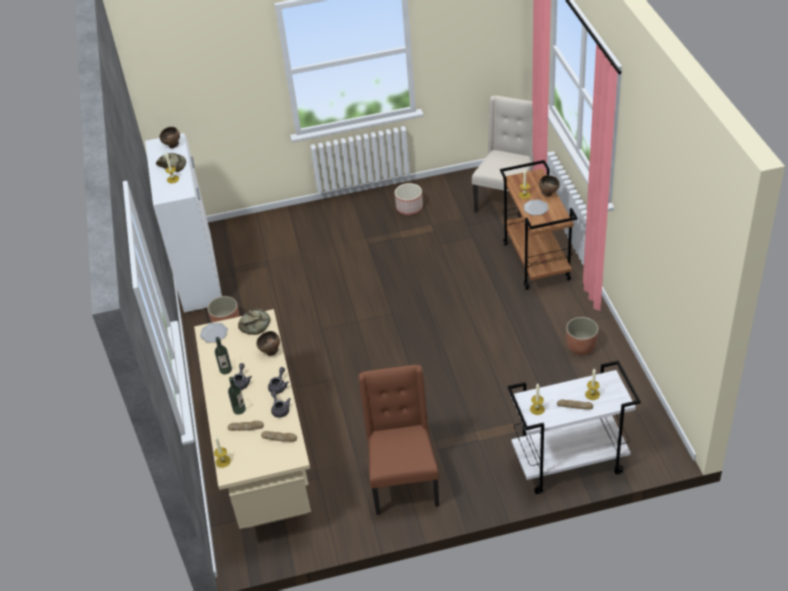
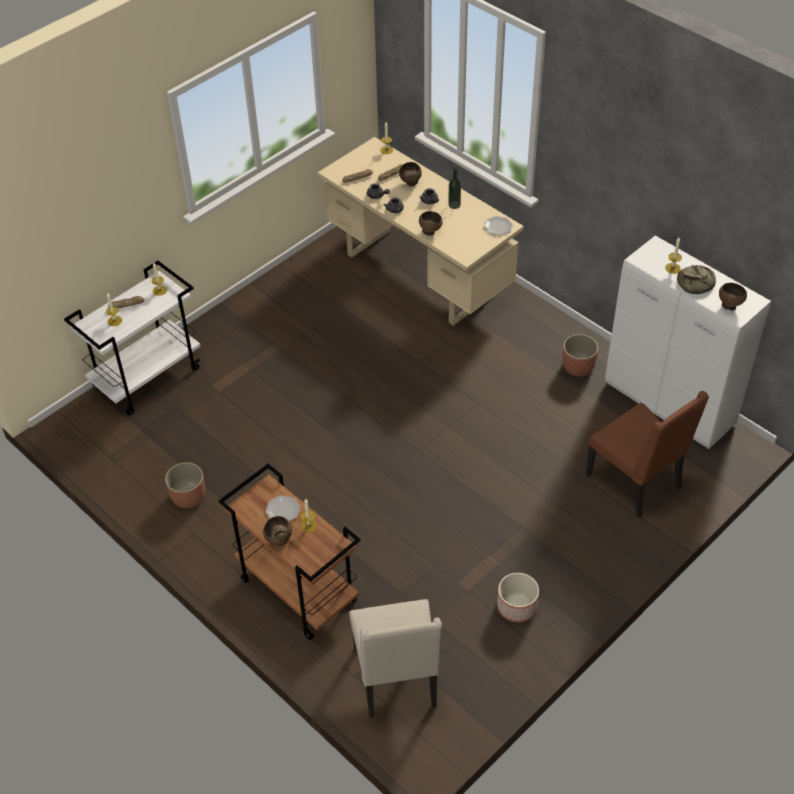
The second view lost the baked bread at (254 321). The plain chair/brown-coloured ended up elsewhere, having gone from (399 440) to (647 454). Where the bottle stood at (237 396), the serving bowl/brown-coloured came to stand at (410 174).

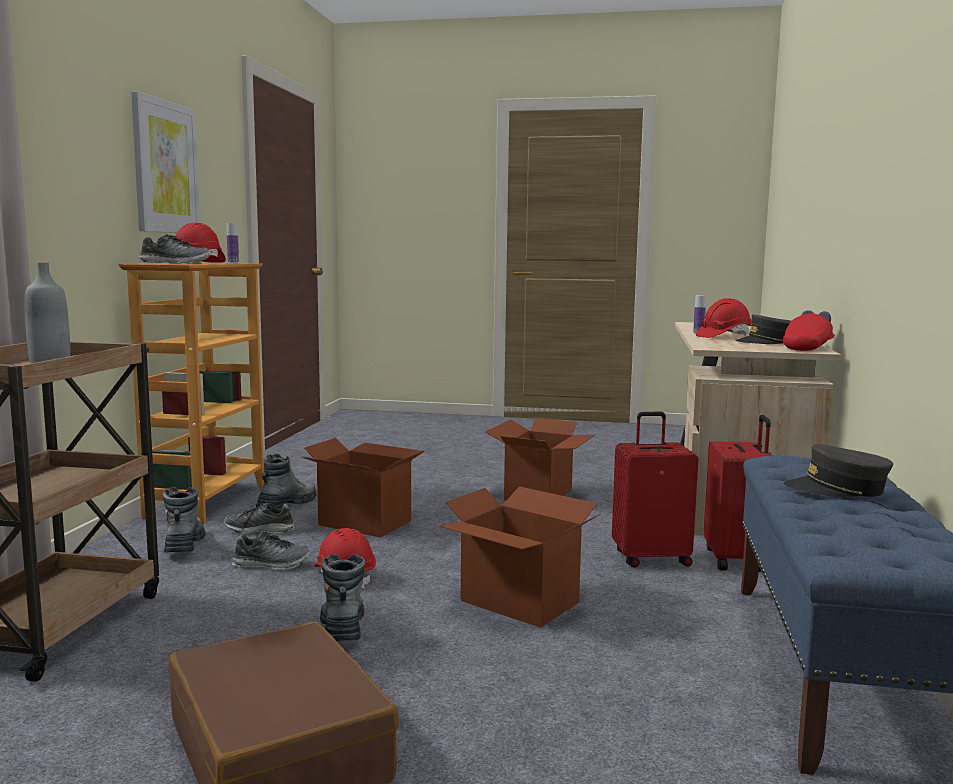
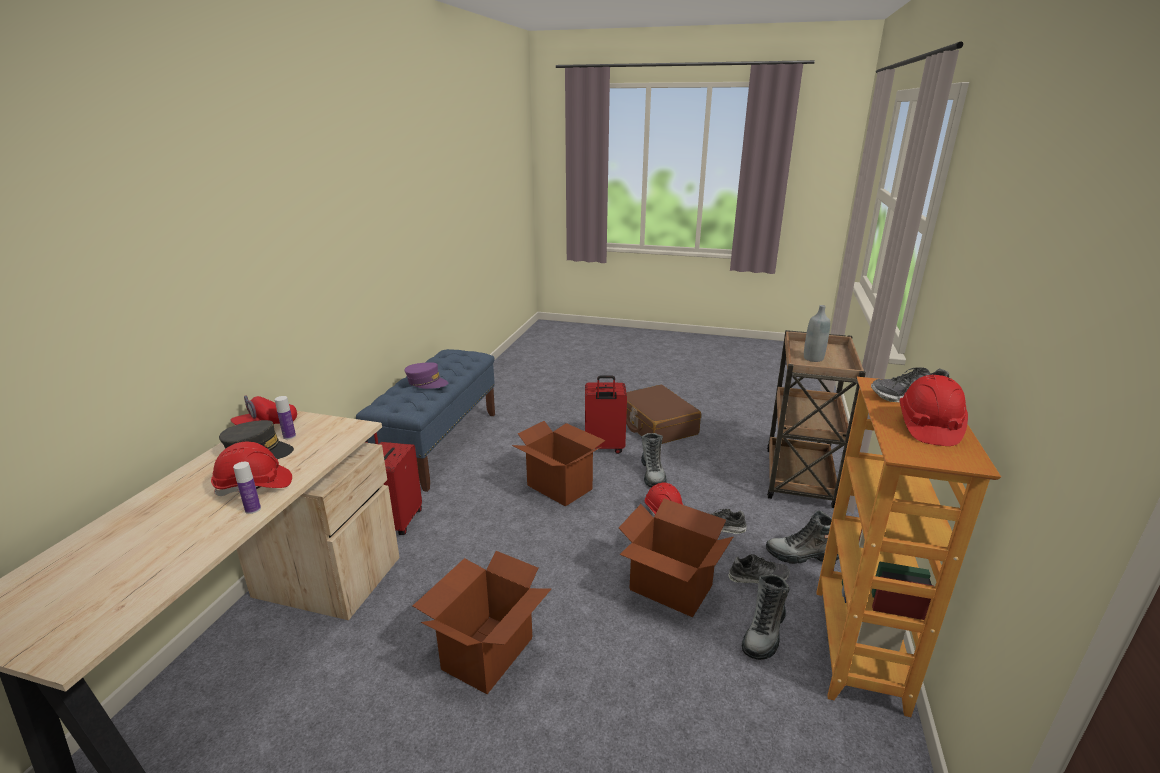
The second view lost the wall art at (165 162). The bottle ended up elsewhere, having gone from (233 243) to (285 417). The piece of luggage/reddish ended up elsewhere, having gone from (655 489) to (606 414). What was the peaked cap/grey at (838 470) turned into the peaked cap/purplish at (426 375). The tall boot at (184 520) ended up facing another way, 105 degrees clockwise from before.

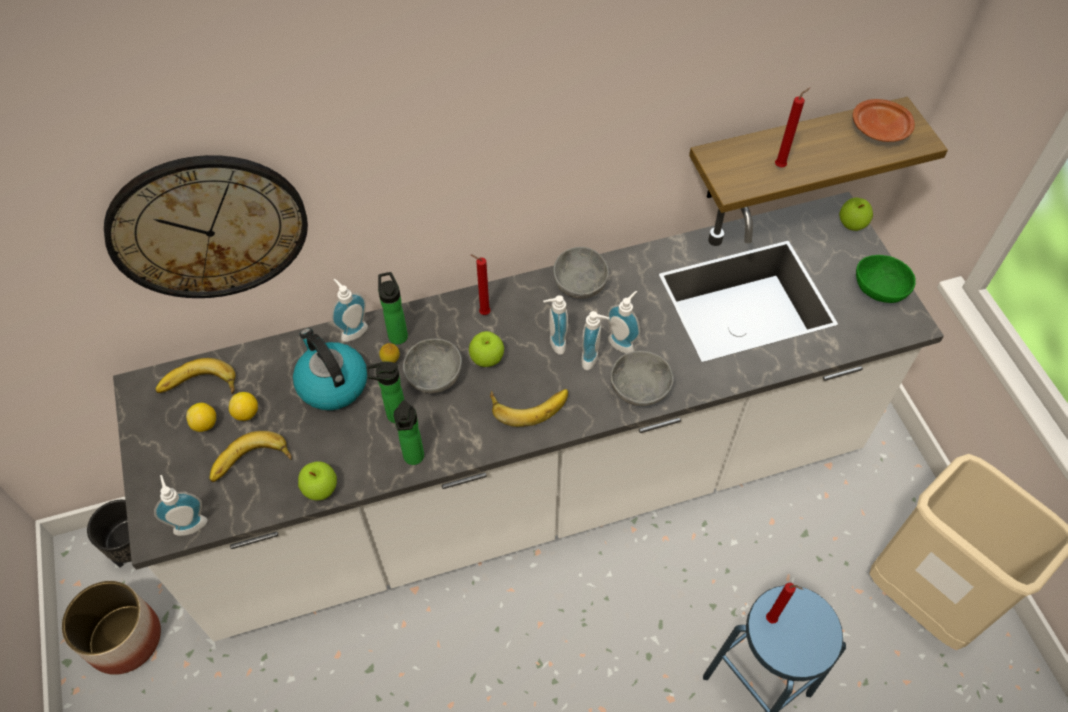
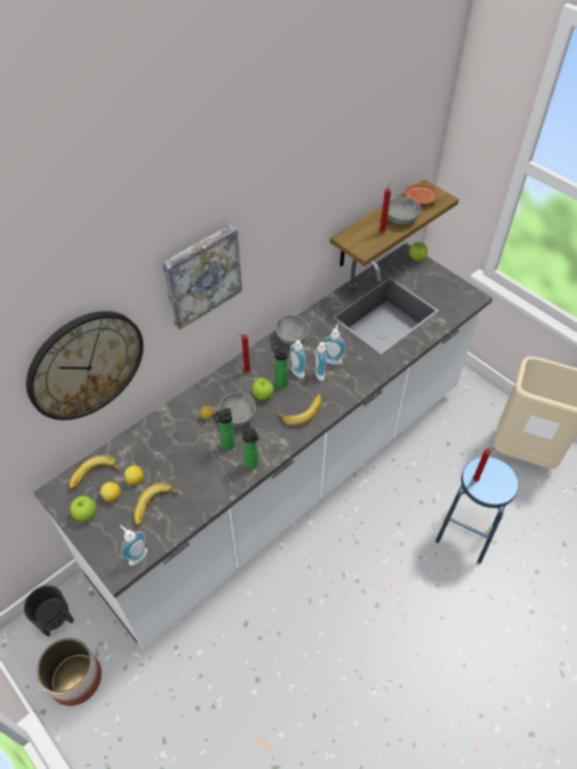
The second view lost the water kettle at (330 369). The second view lost the soap bottle at (350 310). The second view lost the serving bowl/green at (886 279). The second view gained the wall art at (202 277). The apple ended up elsewhere, having gone from (317 480) to (83 508). The bottle ended up elsewhere, having gone from (393 308) to (279 365). The serving bowl/grey ended up elsewhere, having gone from (642 378) to (404 210).

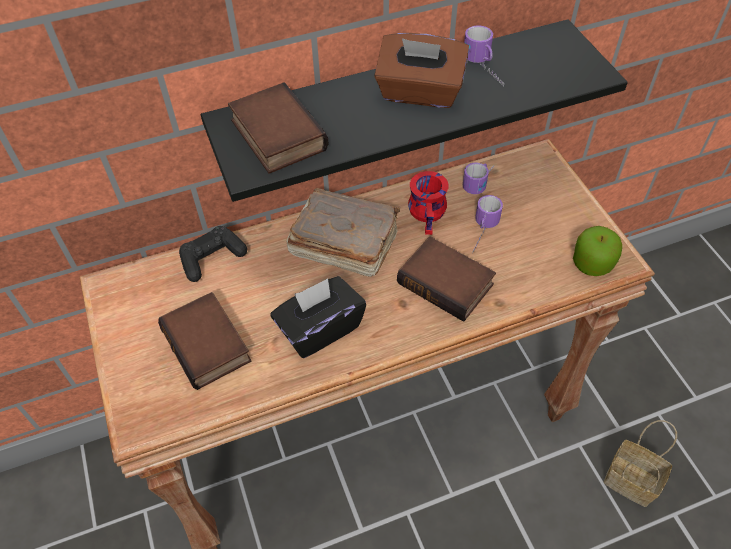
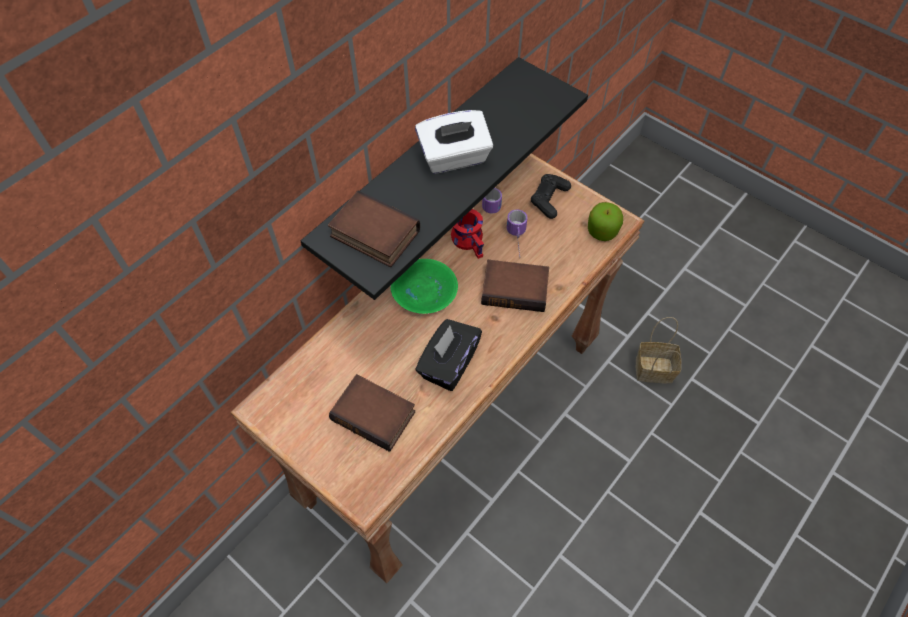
The second view lost the mug at (484 56). The gamepad/black ended up elsewhere, having gone from (213 254) to (551 196). Where the volume/brown-coloured stood at (343 232), the serving bowl/green came to stand at (424 286). What was the tissue holder/brown-coloured at (421 70) turned into the tissue holder/whitish at (454 142).

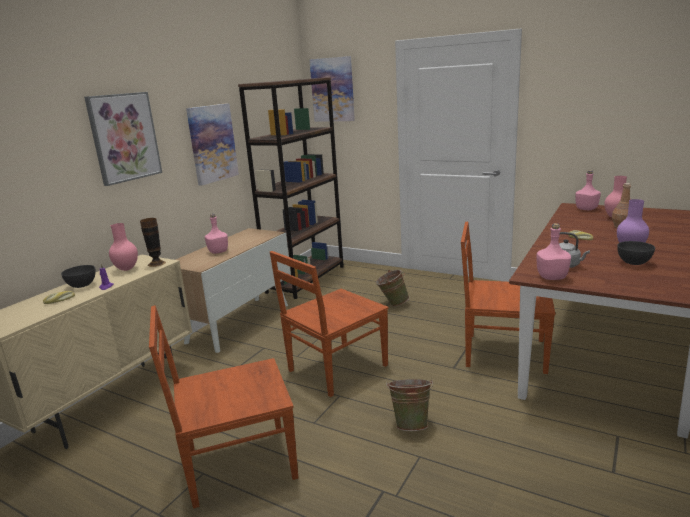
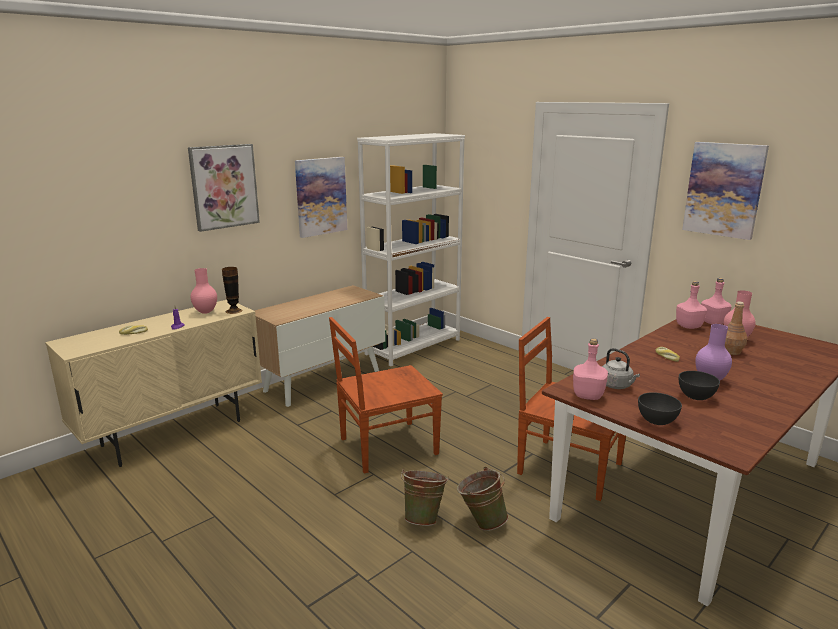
The second view lost the plain chair/brown-coloured at (223 407). The serving bowl/grey ended up elsewhere, having gone from (78 276) to (660 408). The bottle/pinkish ended up elsewhere, having gone from (216 234) to (691 305). The wall art ended up elsewhere, having gone from (332 89) to (725 191). The bucket/green ended up elsewhere, having gone from (392 288) to (483 499). What was the bookcase/brown-coloured at (291 188) turned into the bookcase/whitish at (411 249).

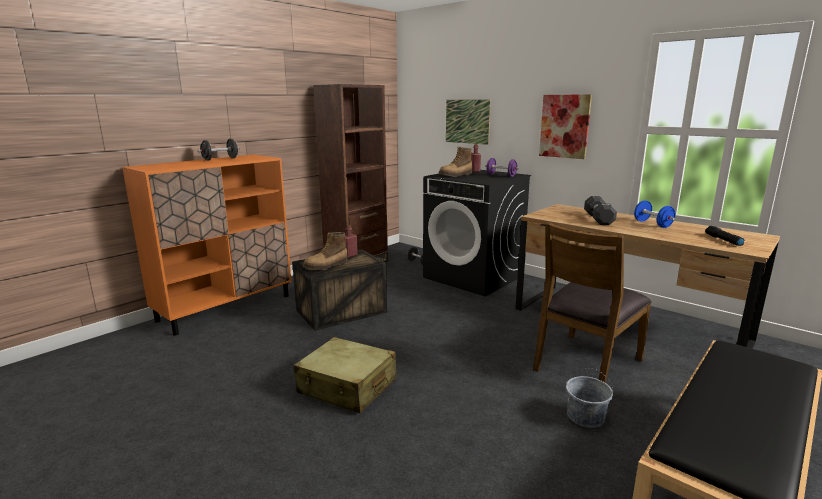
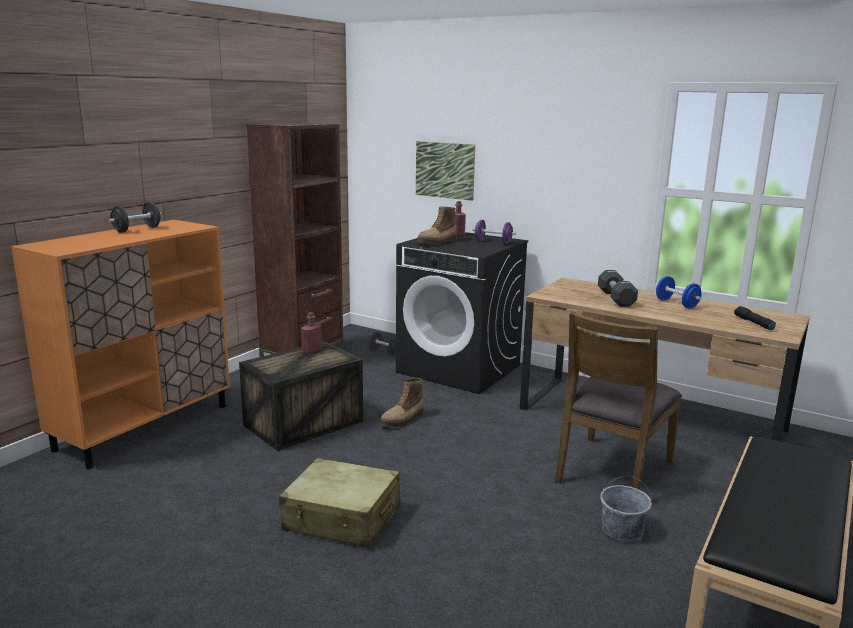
The second view lost the wall art at (565 126). The tall boot ended up elsewhere, having gone from (325 251) to (401 402).

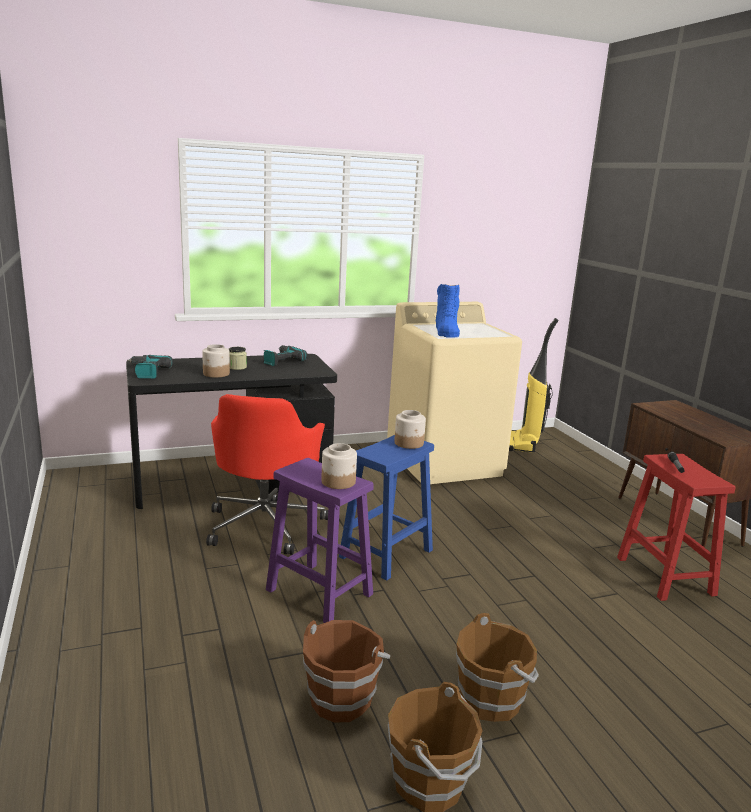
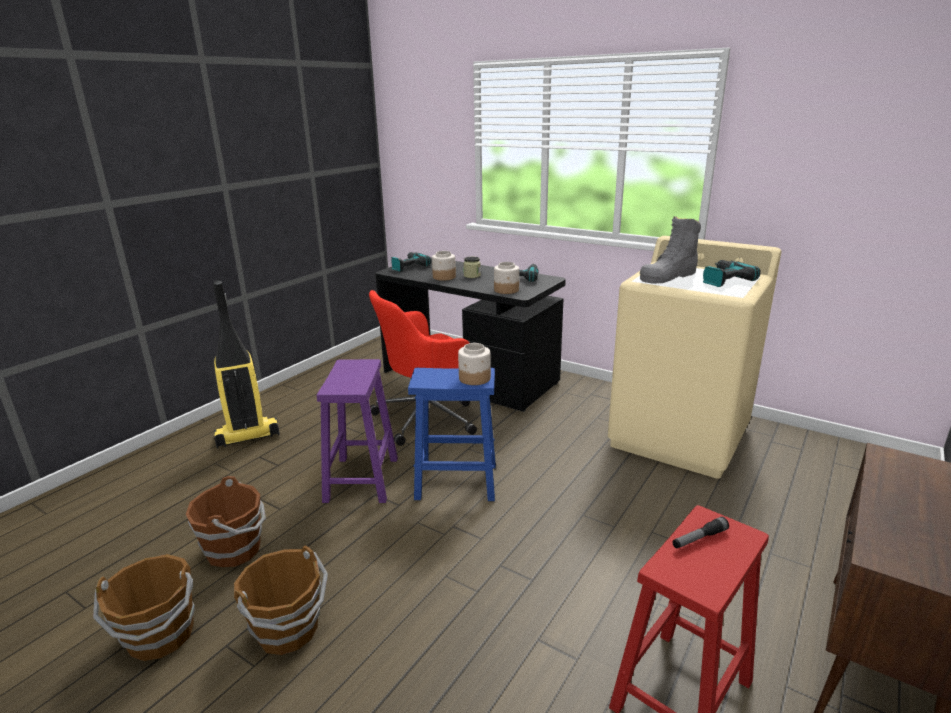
The second view gained the power drill at (732 273). The jar ended up elsewhere, having gone from (339 466) to (506 278). The hoover ended up elsewhere, having gone from (534 385) to (247 364). What was the tall boot/blue-coloured at (447 311) turned into the tall boot/grey at (670 250).

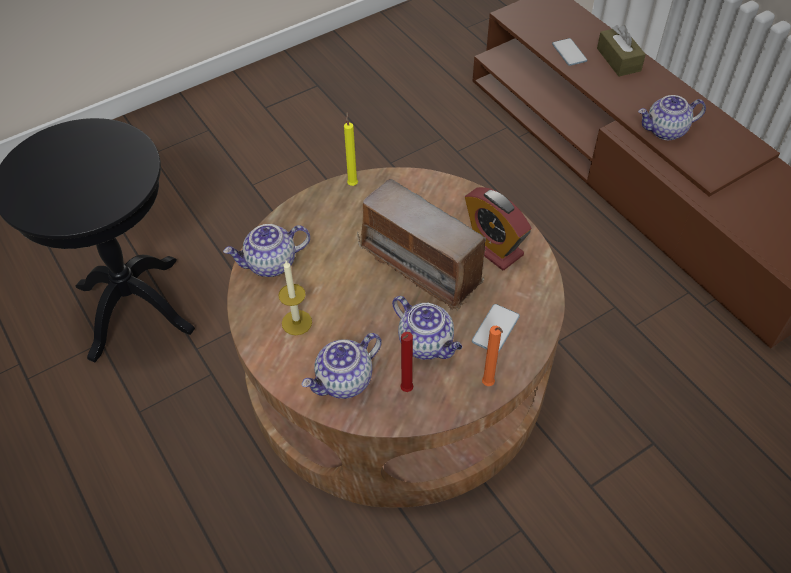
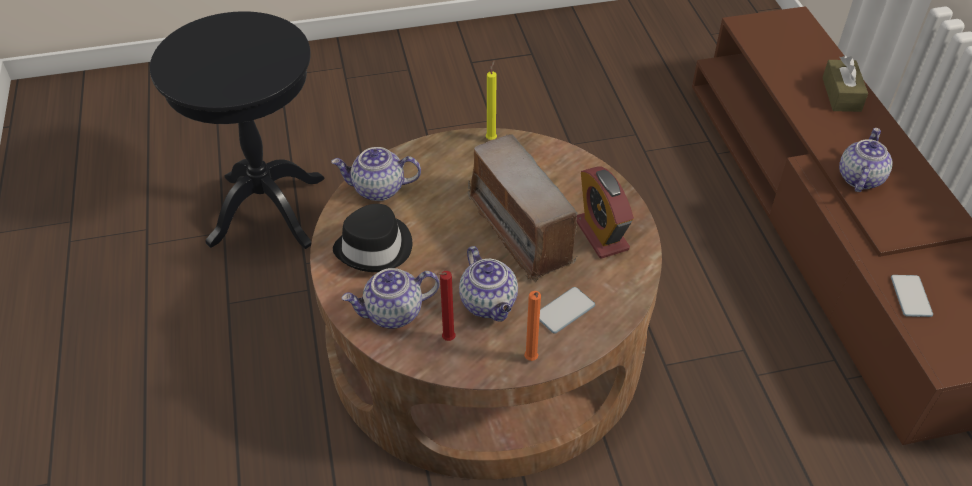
The phone ended up elsewhere, having gone from (569 52) to (912 296). Where the candle stood at (295 298), the wearable hat/black came to stand at (372 238). The pot for tea at (672 117) ended up facing another way, 105 degrees clockwise from before.

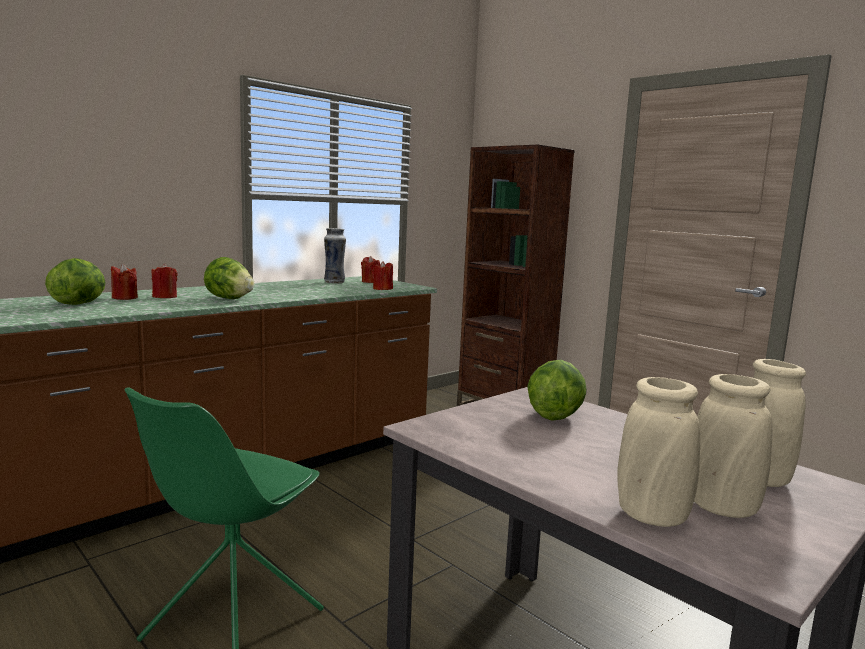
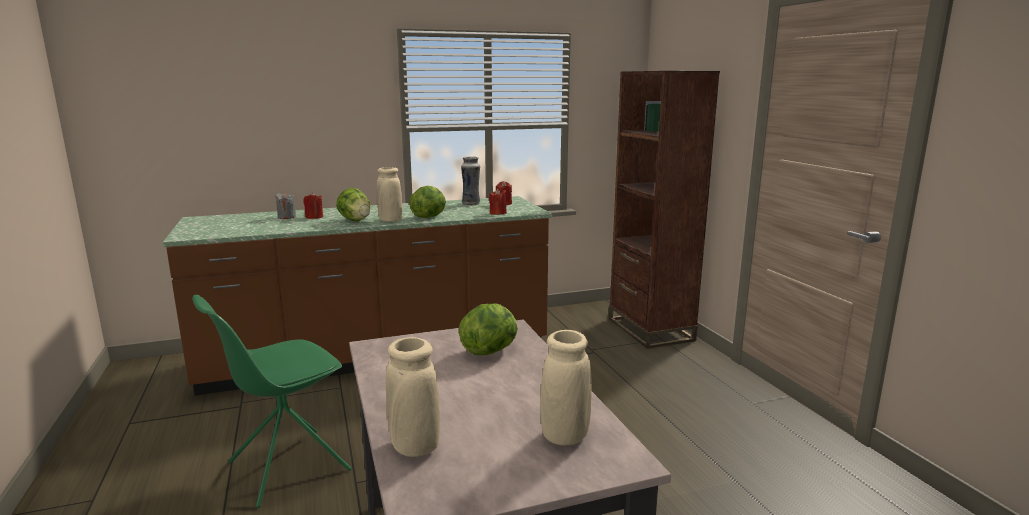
The lettuce head ended up elsewhere, having gone from (75 281) to (427 202). The flower vase/beige ended up elsewhere, having gone from (733 446) to (389 194). What was the candle/reddish at (124 282) turned into the candle/grey at (285 205).

